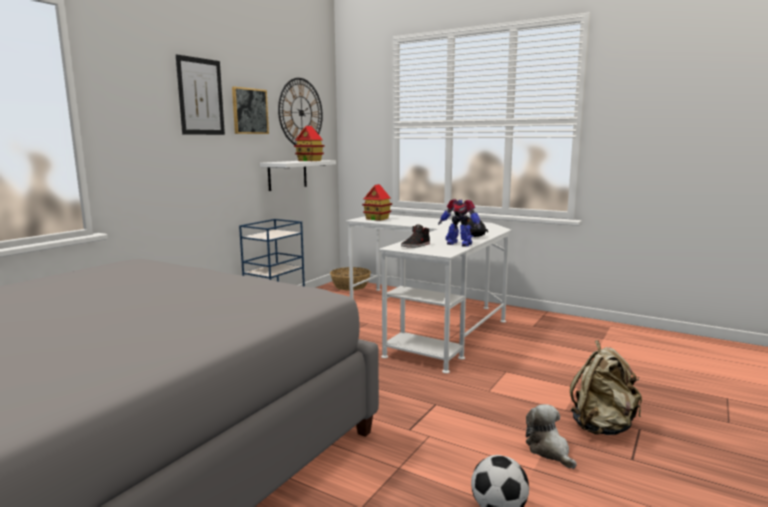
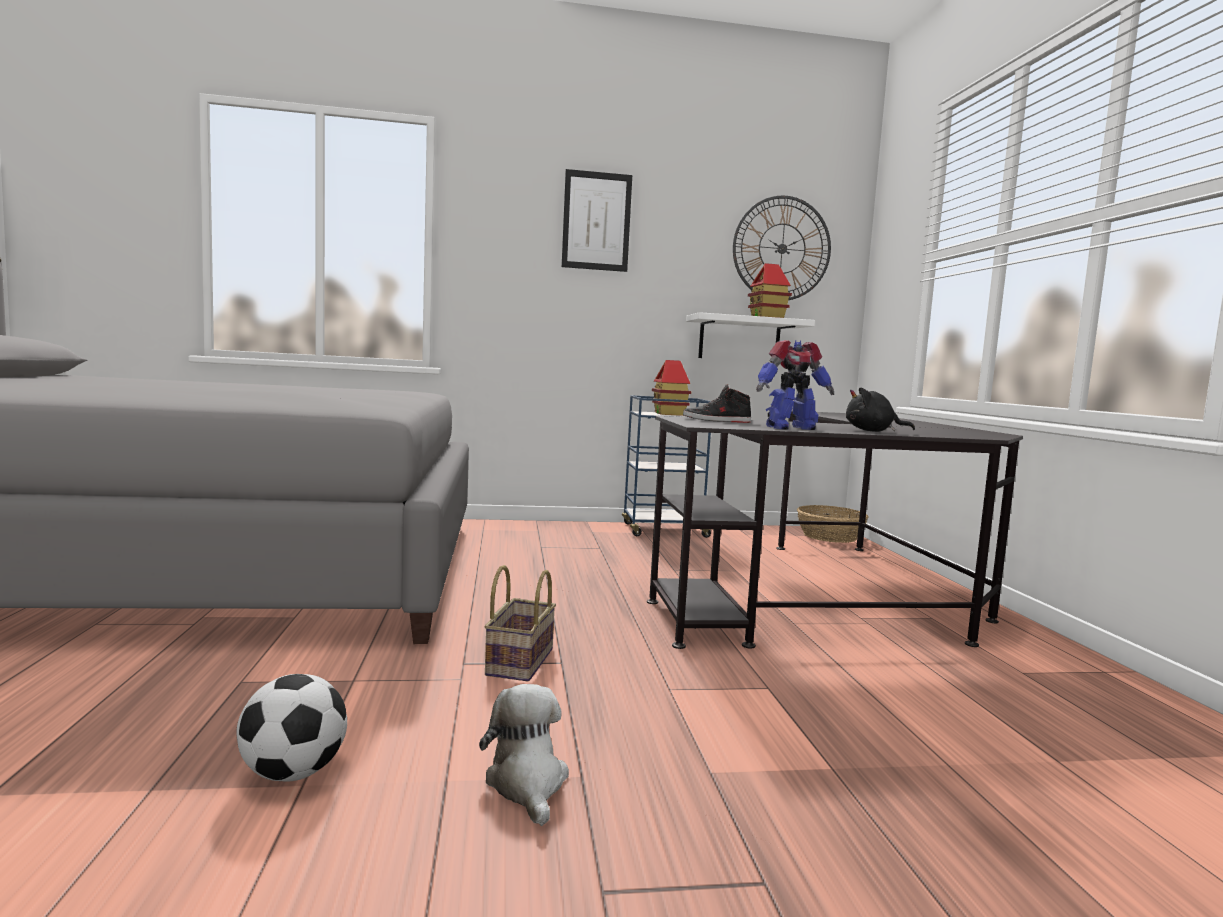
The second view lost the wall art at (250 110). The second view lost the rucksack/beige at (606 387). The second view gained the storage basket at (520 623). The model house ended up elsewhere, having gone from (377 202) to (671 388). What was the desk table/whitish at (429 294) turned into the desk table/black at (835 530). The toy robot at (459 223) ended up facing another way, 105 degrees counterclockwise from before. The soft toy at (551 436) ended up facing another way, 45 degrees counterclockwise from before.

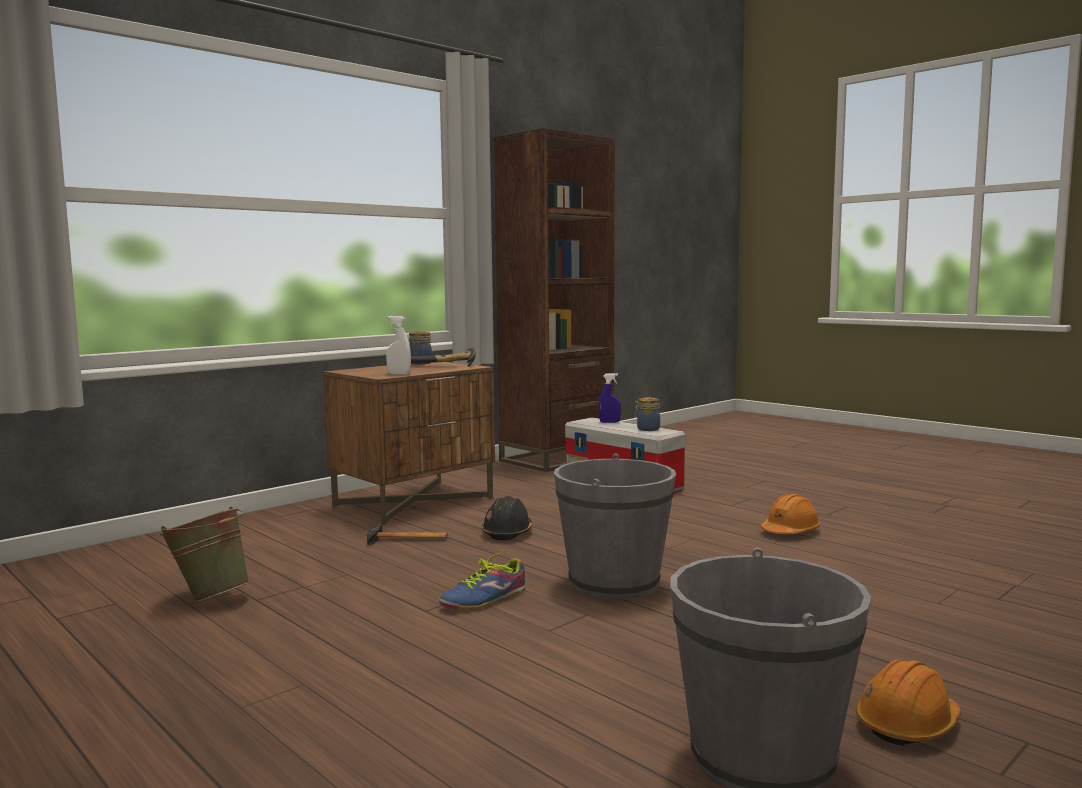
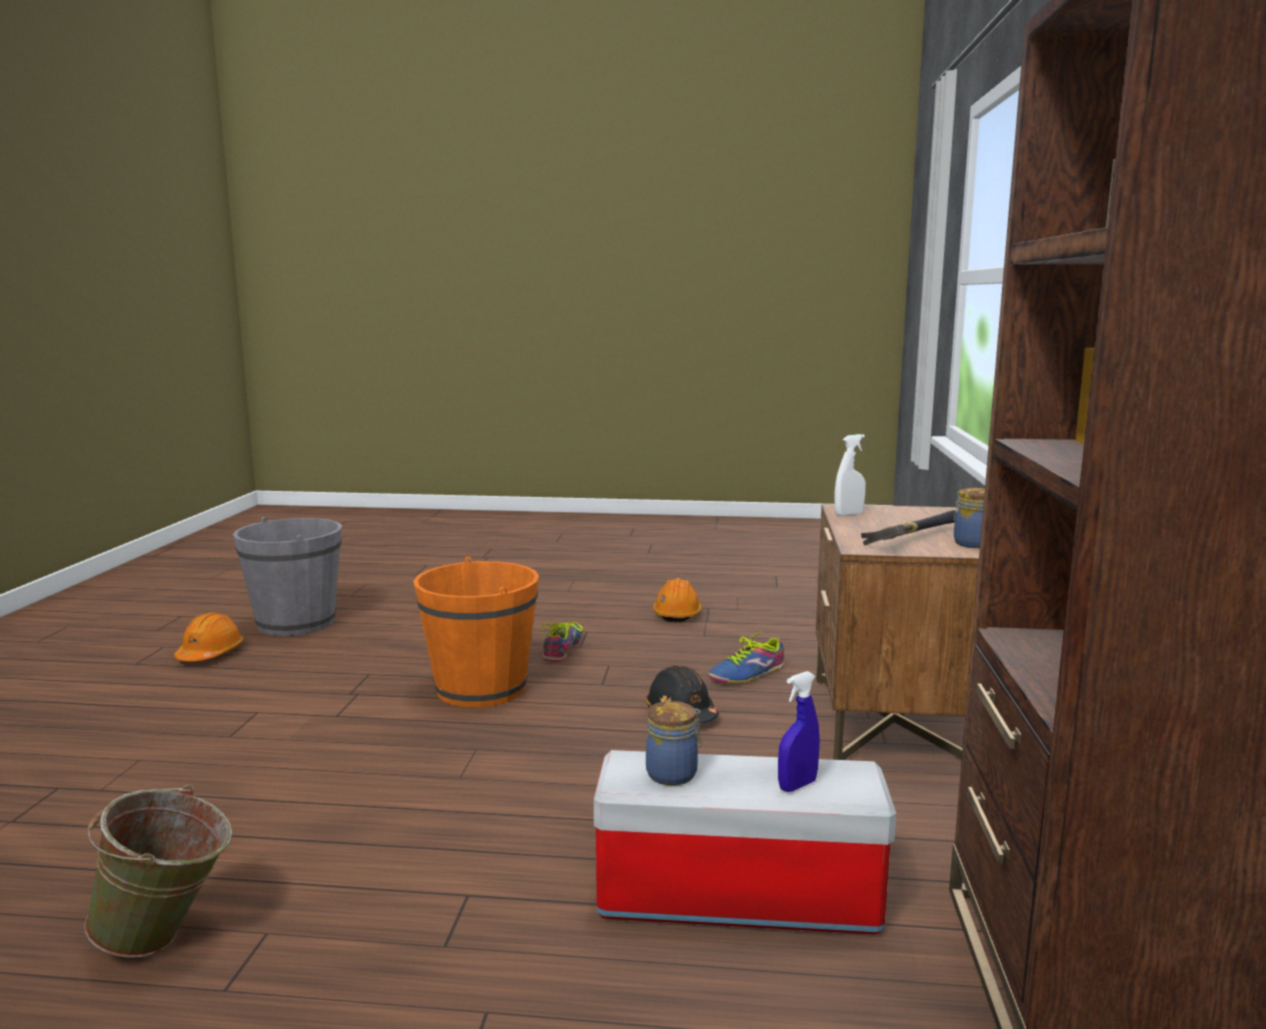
The bucket/green ended up elsewhere, having gone from (205 555) to (158 871). The safety helmet/orange-coloured ended up elsewhere, having gone from (790 514) to (677 600). Where the hand hammer stood at (407 535), the shoe came to stand at (746 656). What was the bucket/grey at (615 526) turned into the bucket/orange-coloured at (476 632).

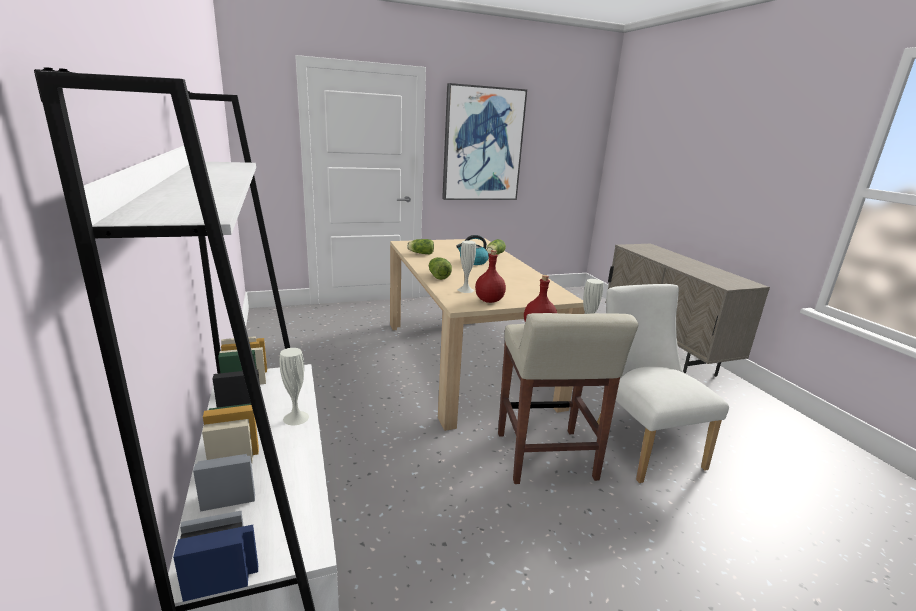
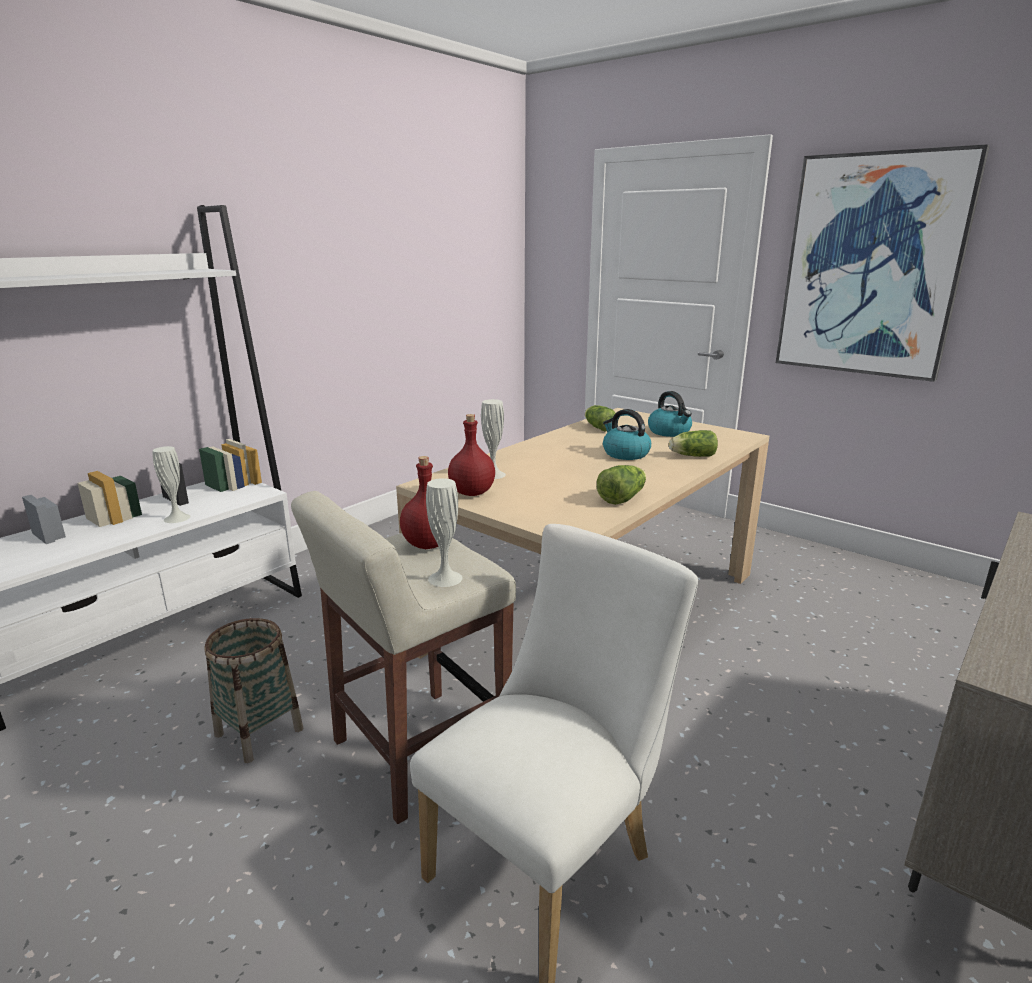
The second view gained the storage basket at (254 690). The second view gained the water kettle at (670 414). The lettuce head ended up elsewhere, having gone from (440 268) to (621 485).

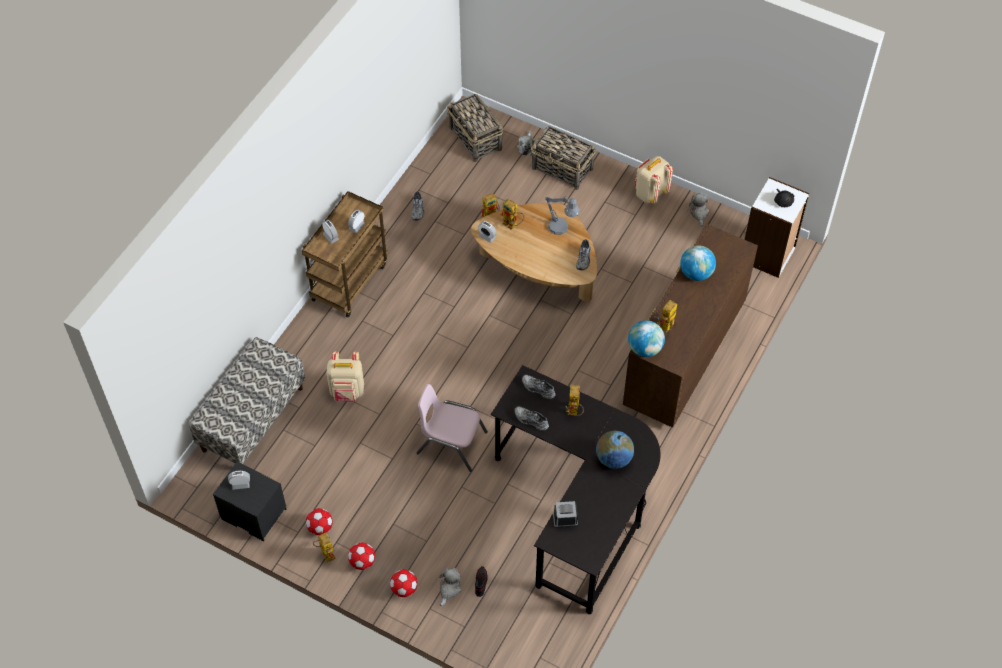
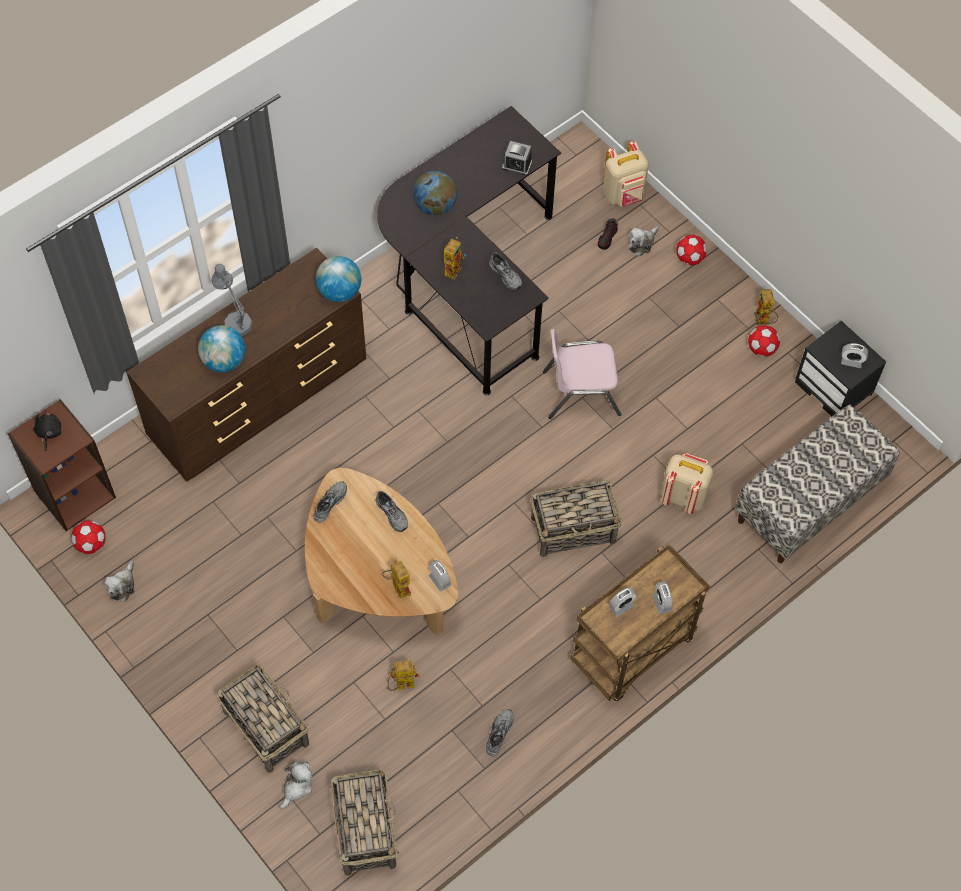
The second view lost the toy robot at (667 316). The second view gained the storage basket at (576 519). The football ended up elsewhere, having gone from (361 556) to (88 537). The shoe/grey ended up elsewhere, having gone from (538 387) to (392 511). The tabletop lamp/grey ended up elsewhere, having gone from (562 215) to (232 300). The rucksack/beige ended up elsewhere, having gone from (653 180) to (626 174). What was the bookcase/whitish at (777 227) turned into the bookcase/brown-coloured at (61 465). The plain chair/pinkish at (452 428) ended up facing another way, 135 degrees clockwise from before.

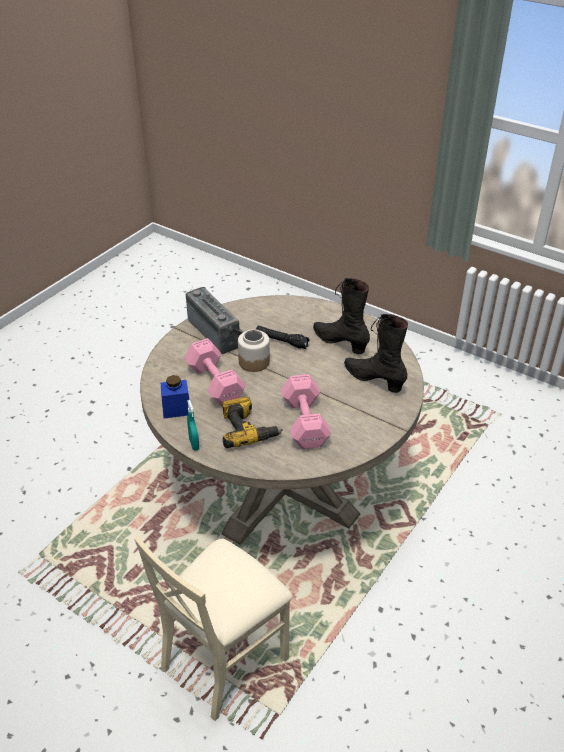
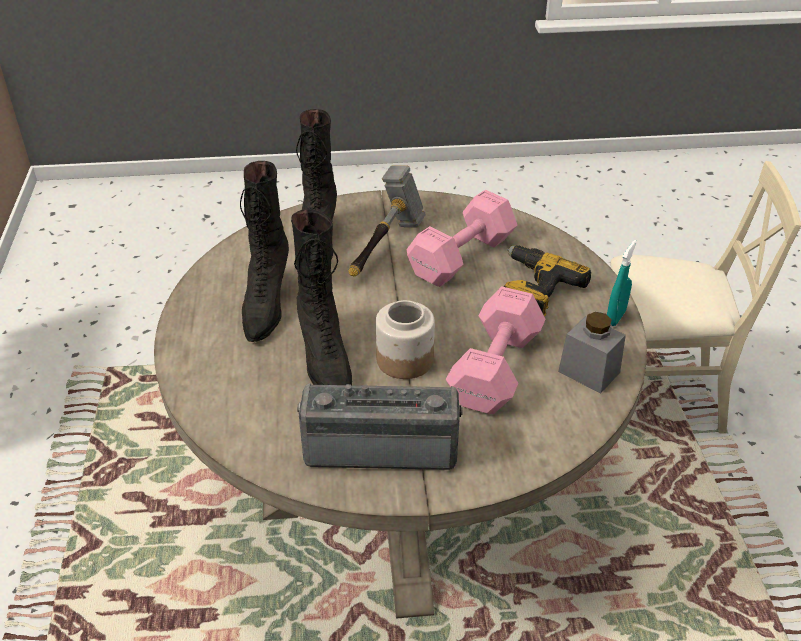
The second view gained the hand hammer at (387 221). Where the flashlight/black stood at (283 337), the tall boot/black came to stand at (321 297). What was the jar/blue-coloured at (175 396) turned into the jar/grey at (592 353). The radio set at (214 320) ended up facing another way, 75 degrees clockwise from before.

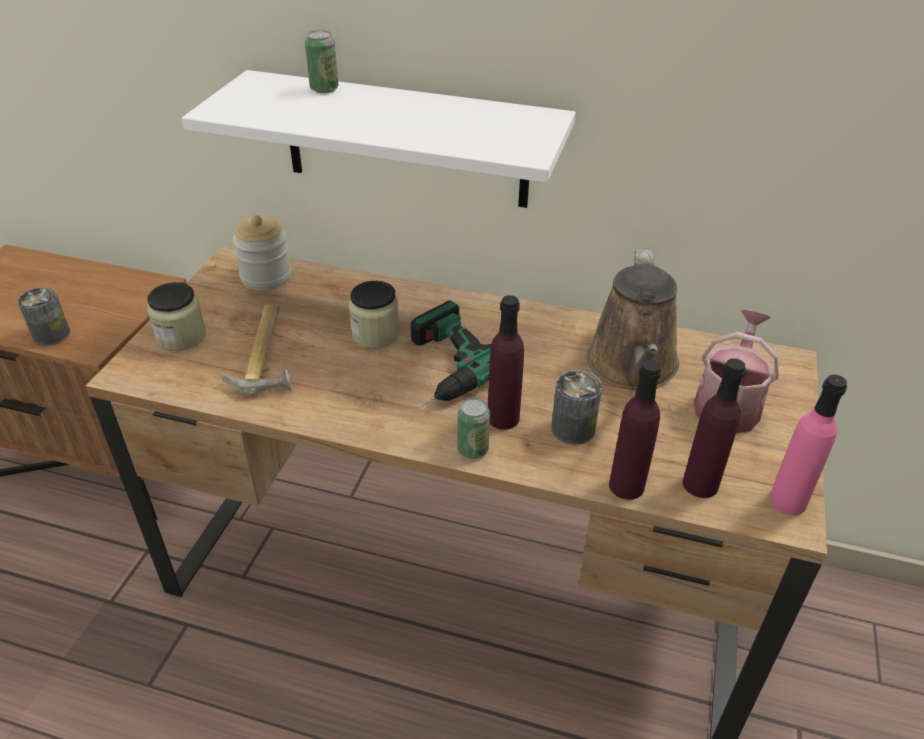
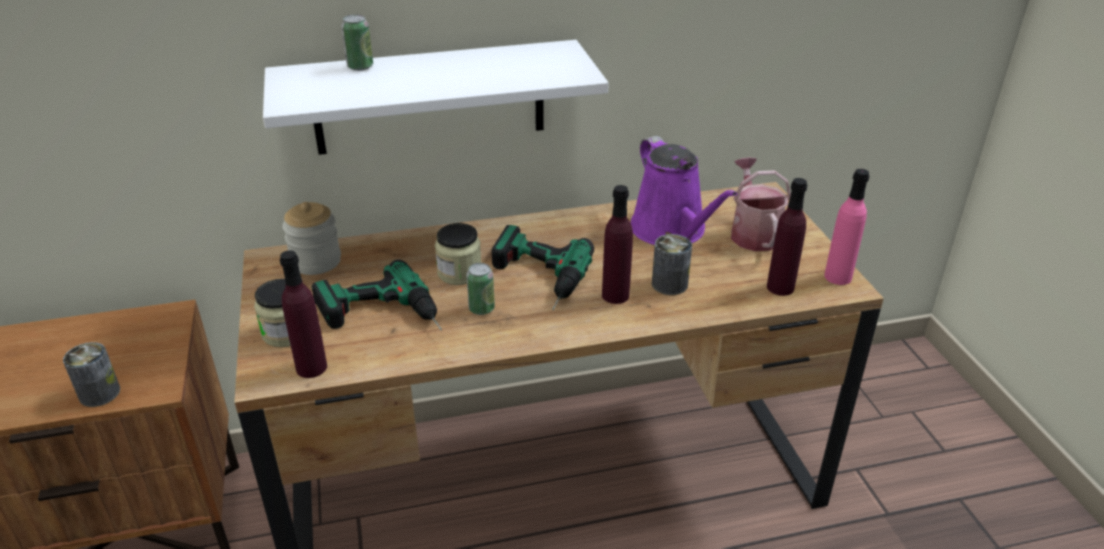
The metal can ended up elsewhere, having gone from (473 428) to (480 289). The bottle/purplish ended up elsewhere, having gone from (635 430) to (303 314). Where the hand hammer stood at (256 349), the power drill came to stand at (376 295). What was the watering can/brown-coloured at (633 320) turned into the watering can/purplish at (684 190).

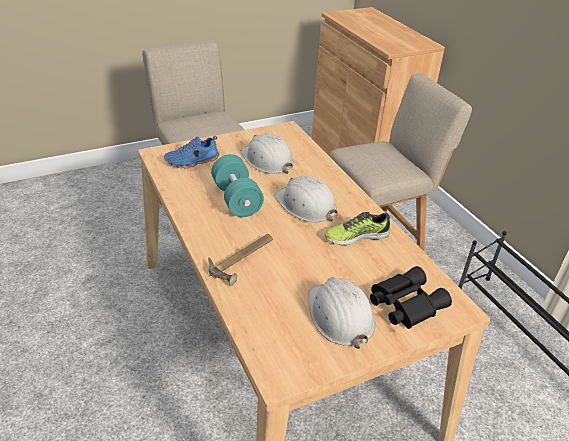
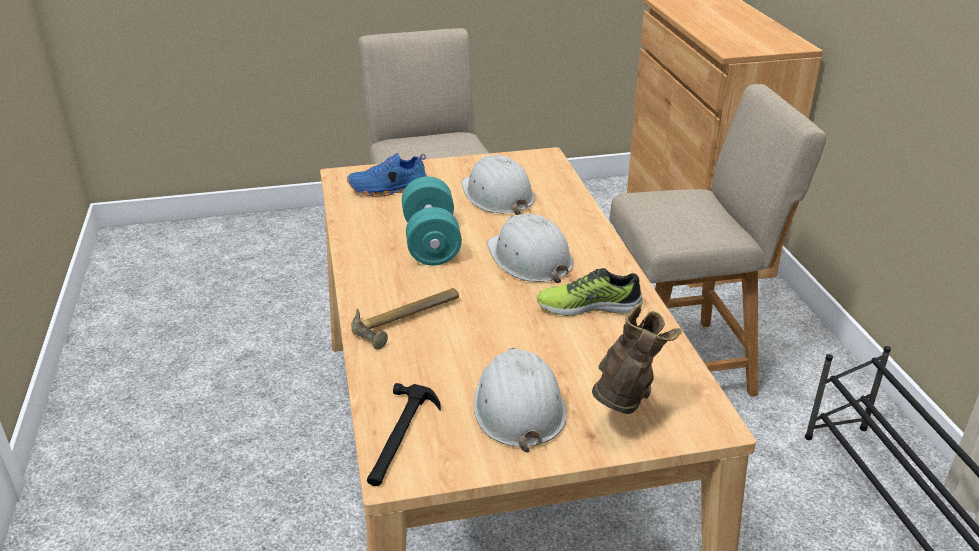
The second view gained the hand hammer at (404 434). Where the field glasses/black stood at (411 297), the tall boot/brown-coloured came to stand at (637 359).

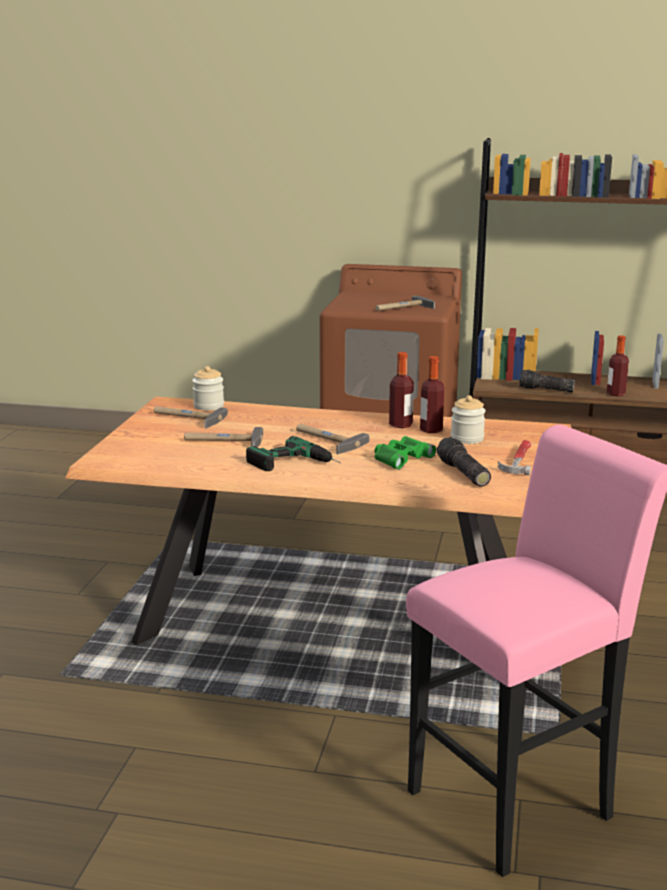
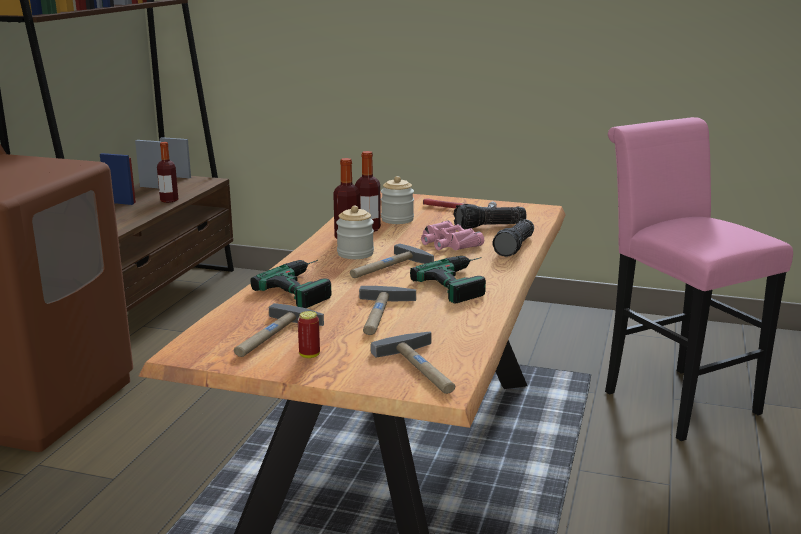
The second view gained the power drill at (291 284). The second view gained the metal can at (309 334). The jar ended up elsewhere, having gone from (208 388) to (355 232). The hand hammer ended up elsewhere, having gone from (405 303) to (412 363). The flashlight ended up elsewhere, having gone from (547 381) to (513 238). What was the field glasses/green at (405 453) turned into the field glasses/pinkish at (452 235).

